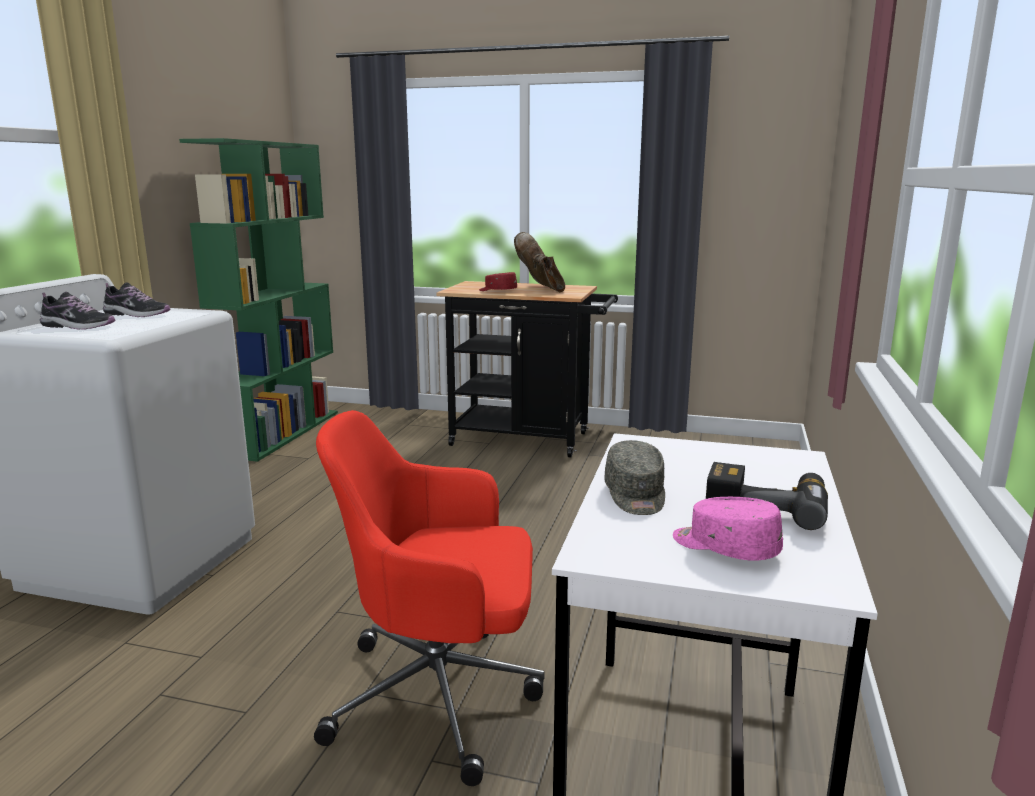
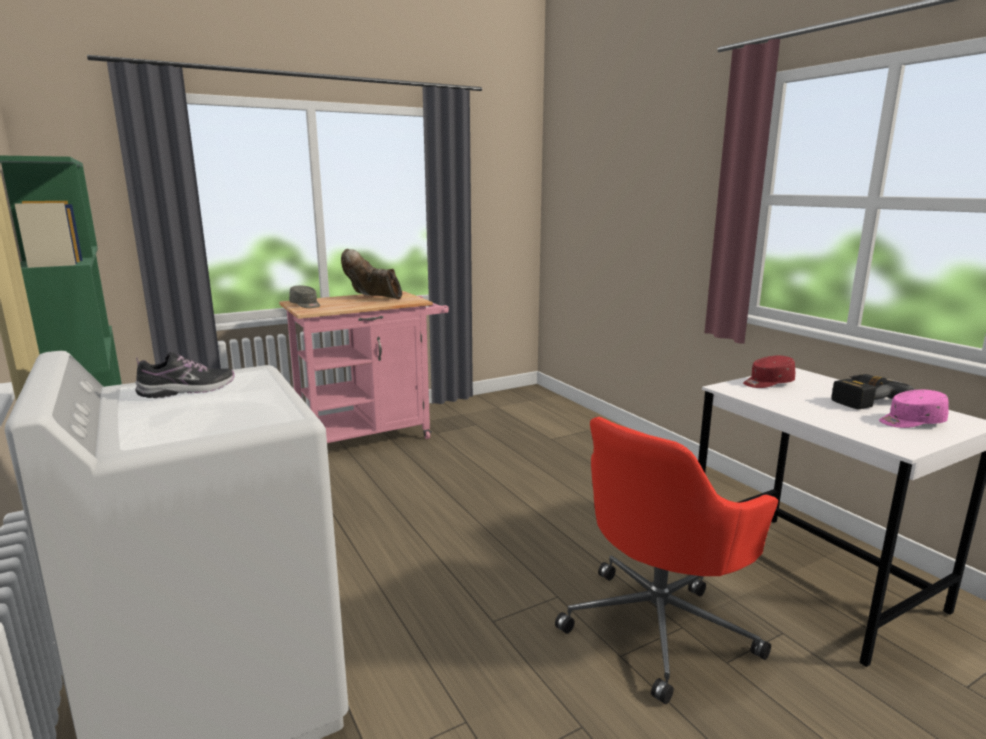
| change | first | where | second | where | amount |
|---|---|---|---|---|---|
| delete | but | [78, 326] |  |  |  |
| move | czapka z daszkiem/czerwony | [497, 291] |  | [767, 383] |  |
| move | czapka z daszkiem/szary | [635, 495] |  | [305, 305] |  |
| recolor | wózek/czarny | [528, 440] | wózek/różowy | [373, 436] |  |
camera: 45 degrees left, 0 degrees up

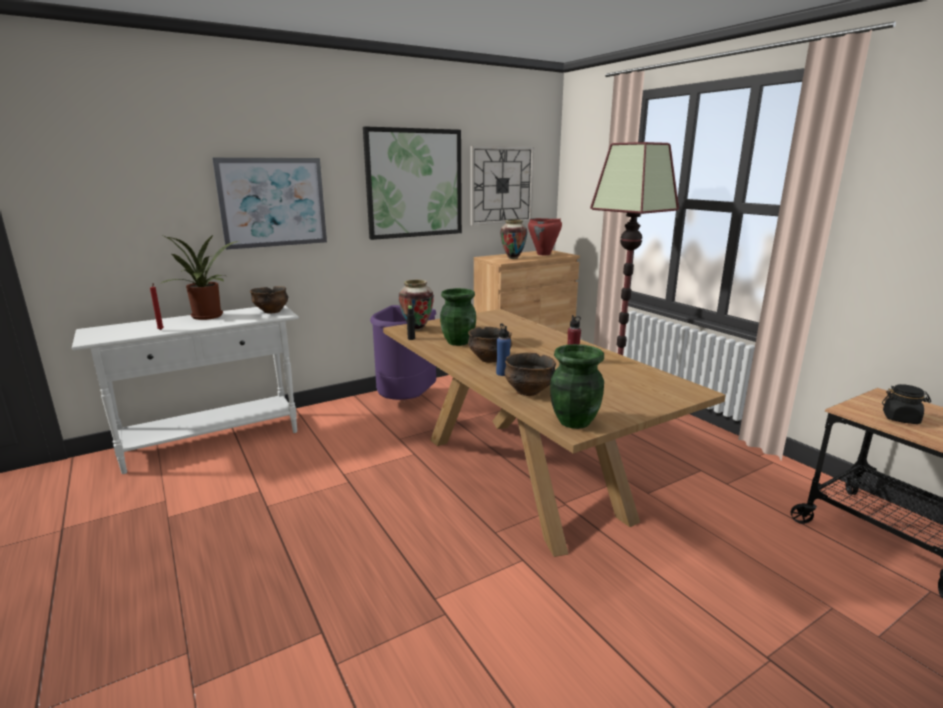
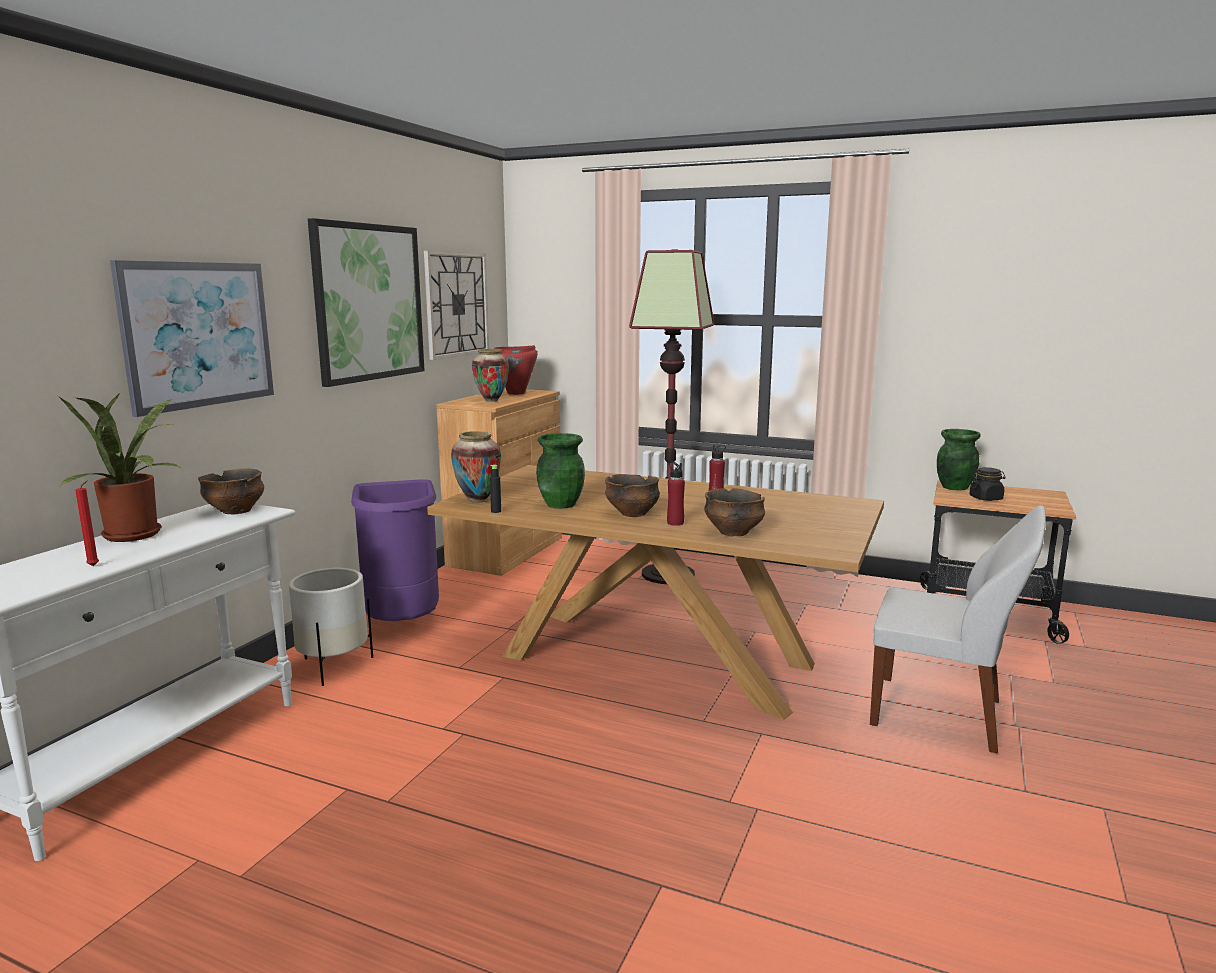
| change | first | where | second | where | amount |
|---|---|---|---|---|---|
| insert |  |  | donica/biały | [334, 667] |  |
| insert |  |  | krzesło/biały | [941, 714] |  |
| move | wazon/zielony | [573, 421] |  | [954, 487] |  |
| recolor | butelka/niebieski | [503, 373] | butelka/czerwony | [675, 523] |  |
camera: 35 degrees left, 5 degrees down

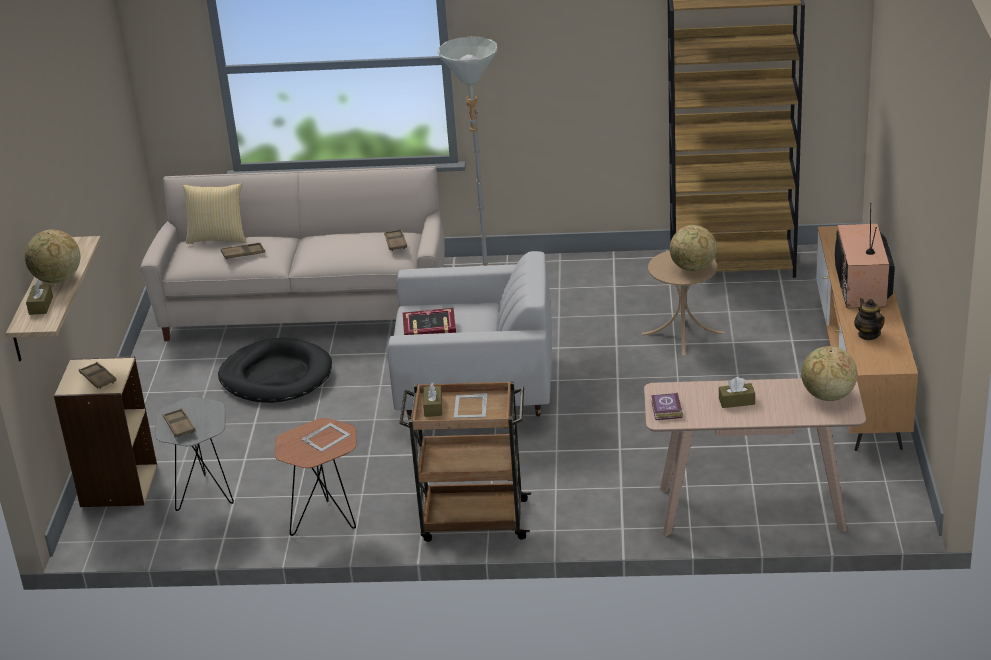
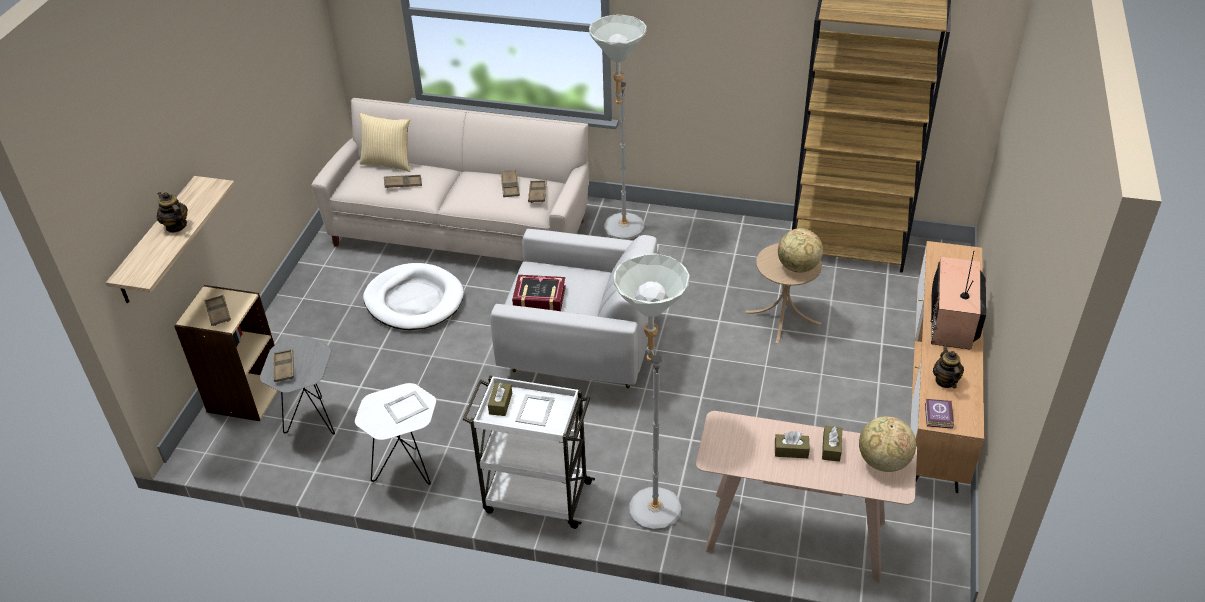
| change | first | where | second | where | amount |
|---|---|---|---|---|---|
| insert |  |  | taca/brązowy | [510, 186] |  |
| insert |  |  | lampa stojąca/szary | [651, 500] |  |
| move | pudełko chusteczek/brązowy | [41, 305] |  | [831, 448] |  |
| move | książka | [666, 410] |  | [938, 416] |  |
| replace | globus | [57, 279] | imbryk | [176, 226] |  |
| recolor | legowisko/czarny | [276, 376] | legowisko/biały | [414, 300] |  |
| recolor | stolik/brązowy | [327, 520] | stolik/biały | [408, 470] |  |
| recolor | wózek/brązowy | [472, 520] | wózek/biały | [535, 497] |  |
camera: 10 degrees right, 10 degrees up

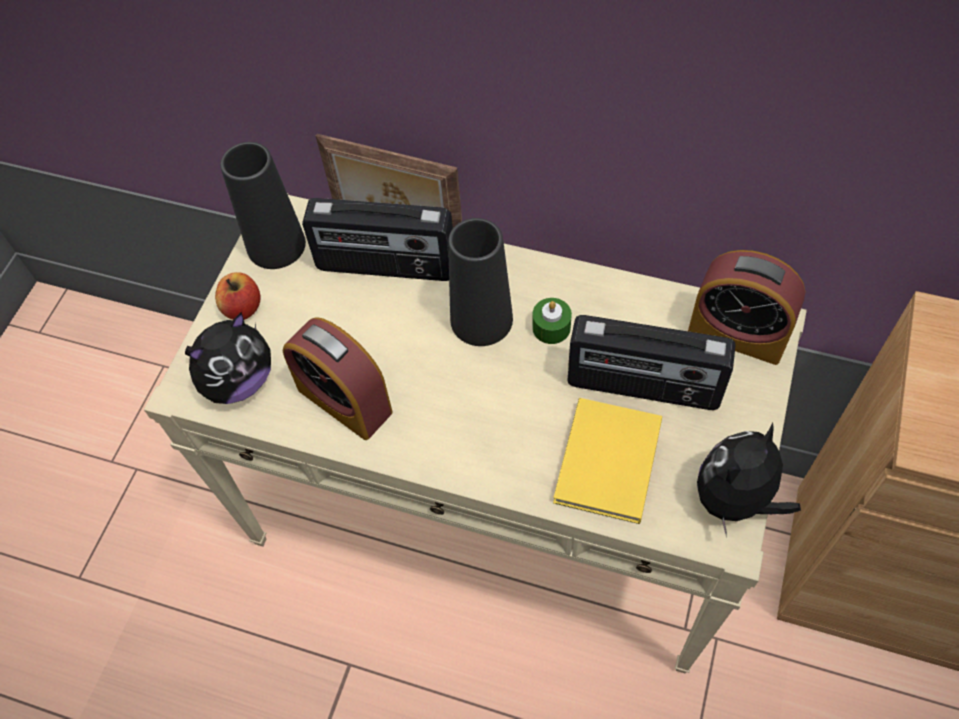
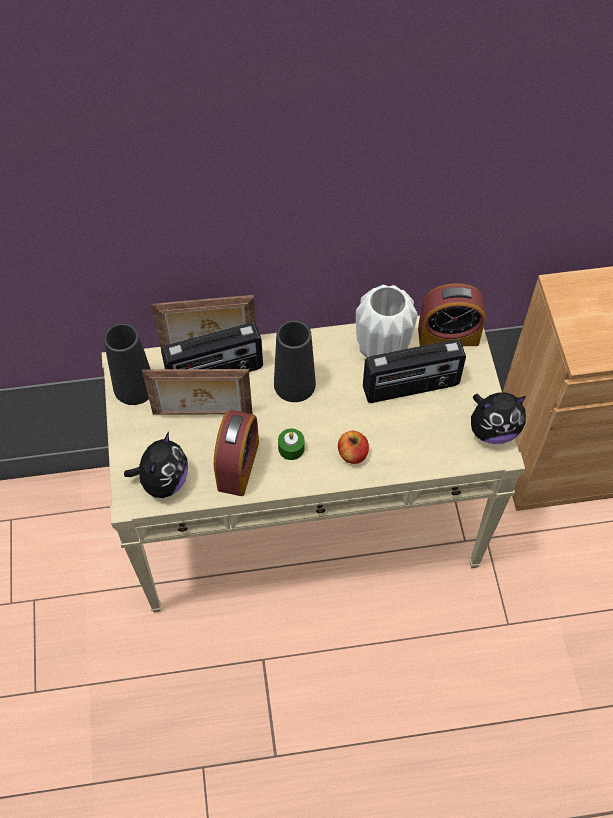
| change | first | where | second | where | amount |
|---|---|---|---|---|---|
| delete | książka/żółty | [605, 464] |  |  |  |
| insert |  |  | ramka na zdjęcie | [202, 415] |  |
| insert |  |  | wazon/biały | [381, 351] |  |
| move | jabłko | [243, 307] |  | [353, 454] |  |
| move | świeca/zielony | [551, 327] |  | [291, 448] |  |
| rotate | budzik | [344, 400] |  | [238, 465] | 90 degrees counterclockwise |
| rotate | pluszak | [735, 500] |  | [492, 430] | 120 degrees counterclockwise |
camera: 30 degrees left, 0 degrees up

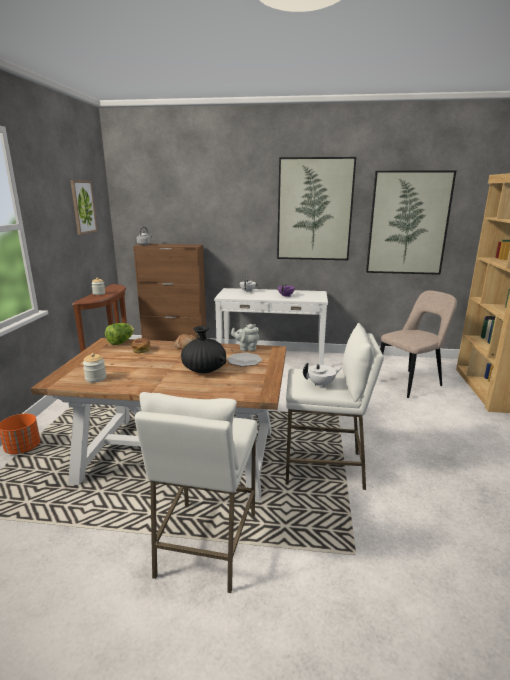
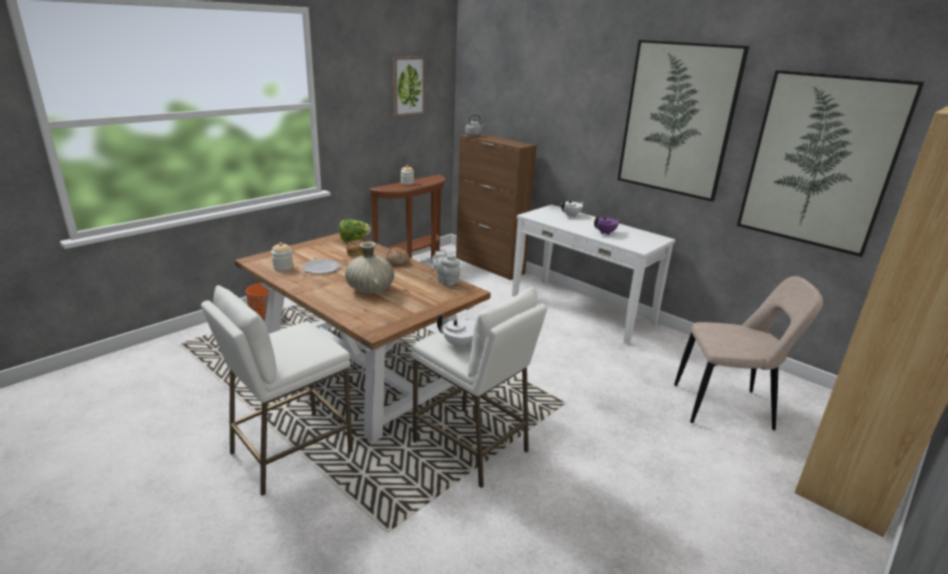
| change | first | where | second | where | amount |
|---|---|---|---|---|---|
| move | talerz | [244, 360] |  | [321, 268] |  |
| recolor | wazon/czarny | [204, 370] | wazon/beżowy | [370, 290] |  |
camera: 35 degrees right, 5 degrees up

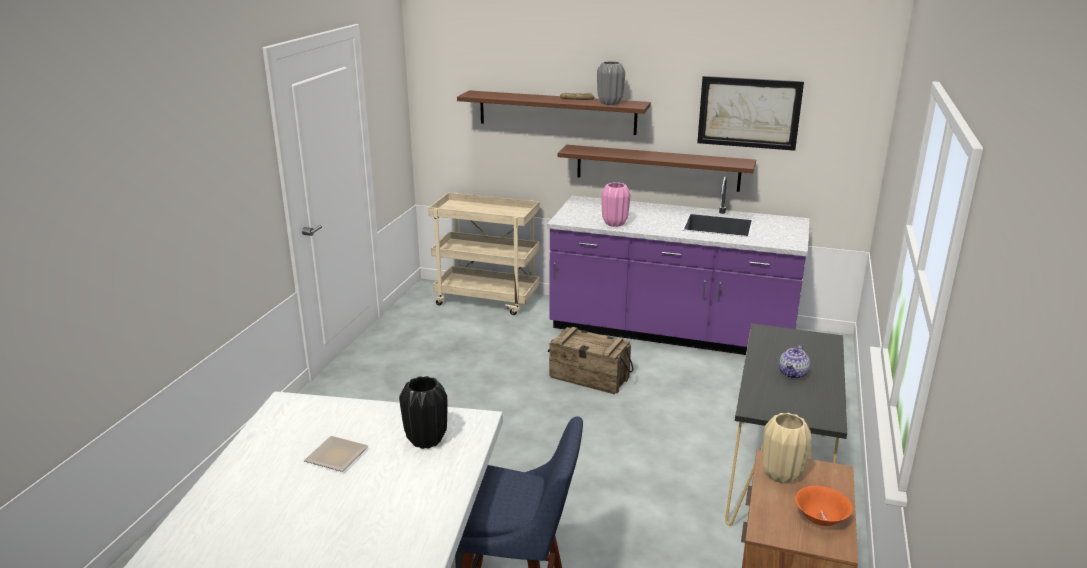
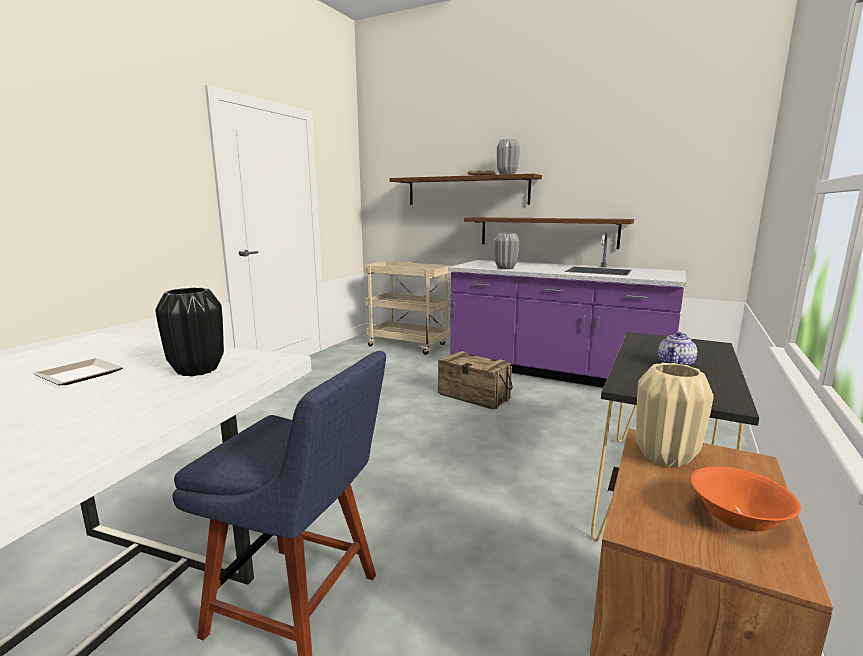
| change | first | where | second | where | amount |
|---|---|---|---|---|---|
| delete | obraz | [749, 112] |  |  |  |
| recolor | wazon/różowy | [614, 223] | wazon/szary | [505, 268] |  |
camera: 10 degrees right, 10 degrees down

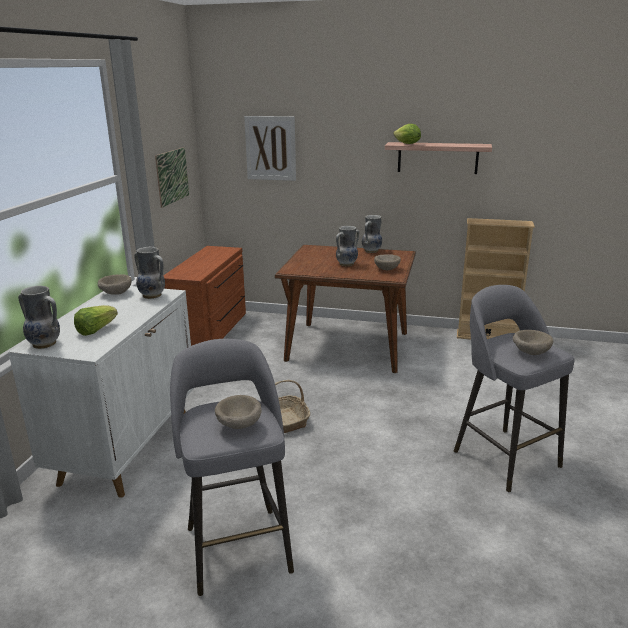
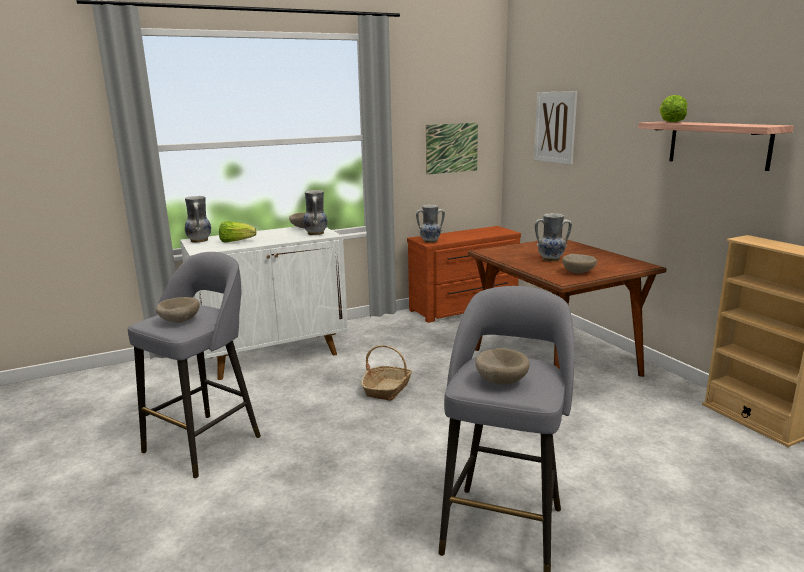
| change | first | where | second | where | amount |
|---|---|---|---|---|---|
| move | wazon | [372, 251] |  | [430, 241] |  |
camera: 50 degrees right, 5 degrees down

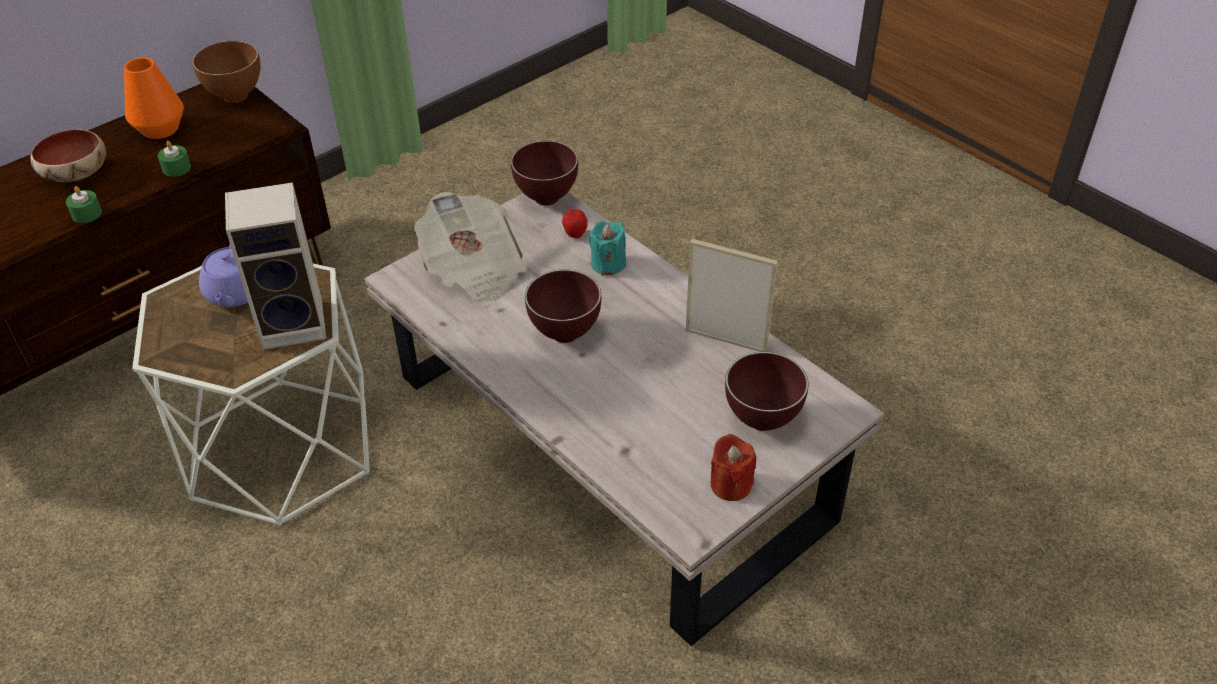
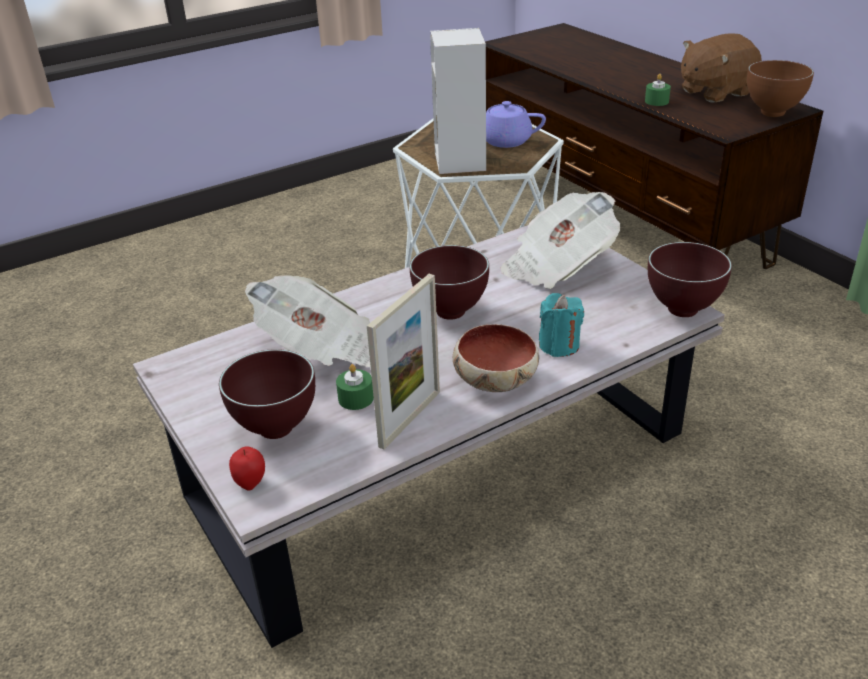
| change | first | where | second | where | amount |
|---|---|---|---|---|---|
| delete | świeca/czerwony | [730, 484] |  |  |  |
| insert |  |  | gazeta | [320, 350] |  |
| move | miska | [75, 175] |  | [494, 379] |  |
| move | świeca/zielony | [87, 214] |  | [356, 398] |  |
| move | jabłko | [575, 235] |  | [251, 483] |  |
| replace | wazon/pomarańczowy | [160, 129] | pluszak/brązowy | [714, 92] |  |
camera: 100 degrees right, 10 degrees down

